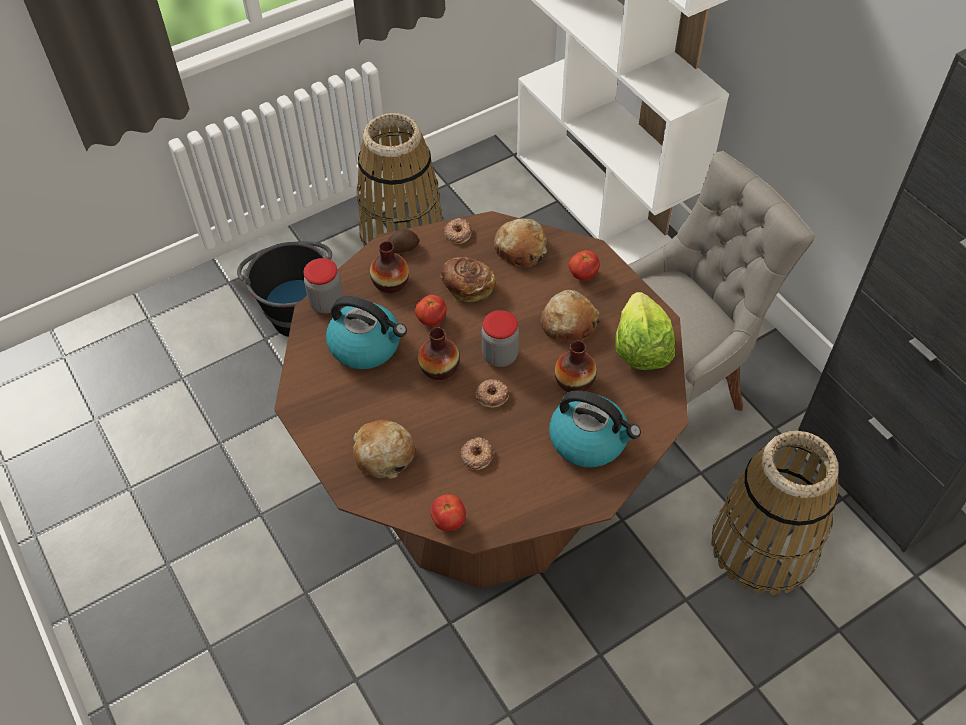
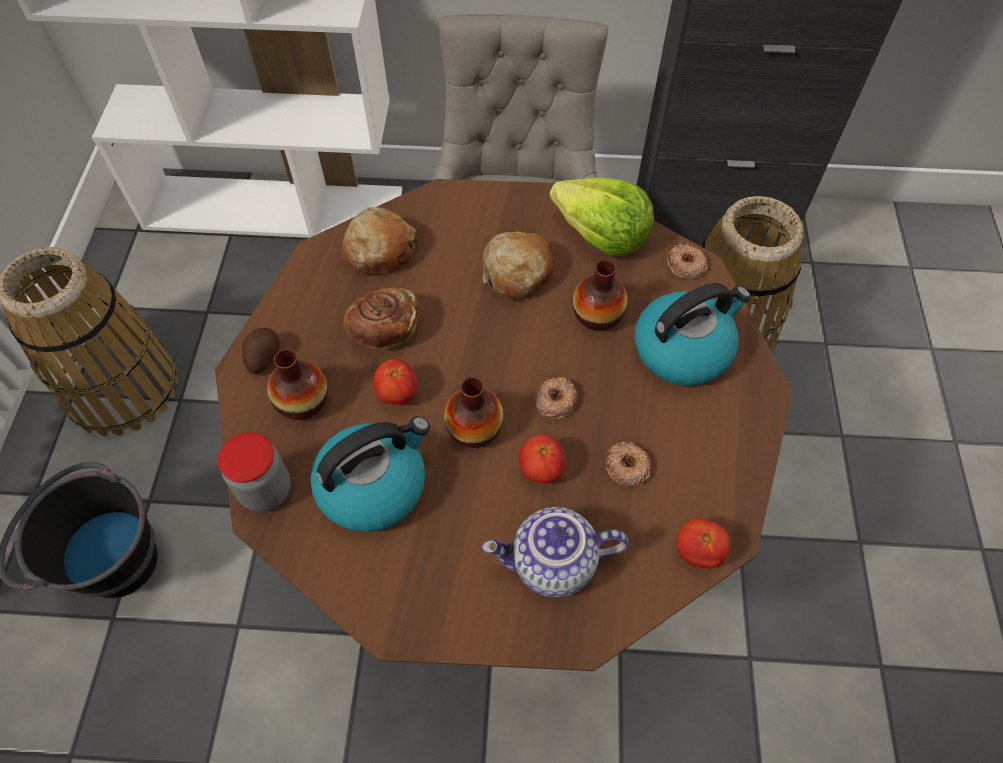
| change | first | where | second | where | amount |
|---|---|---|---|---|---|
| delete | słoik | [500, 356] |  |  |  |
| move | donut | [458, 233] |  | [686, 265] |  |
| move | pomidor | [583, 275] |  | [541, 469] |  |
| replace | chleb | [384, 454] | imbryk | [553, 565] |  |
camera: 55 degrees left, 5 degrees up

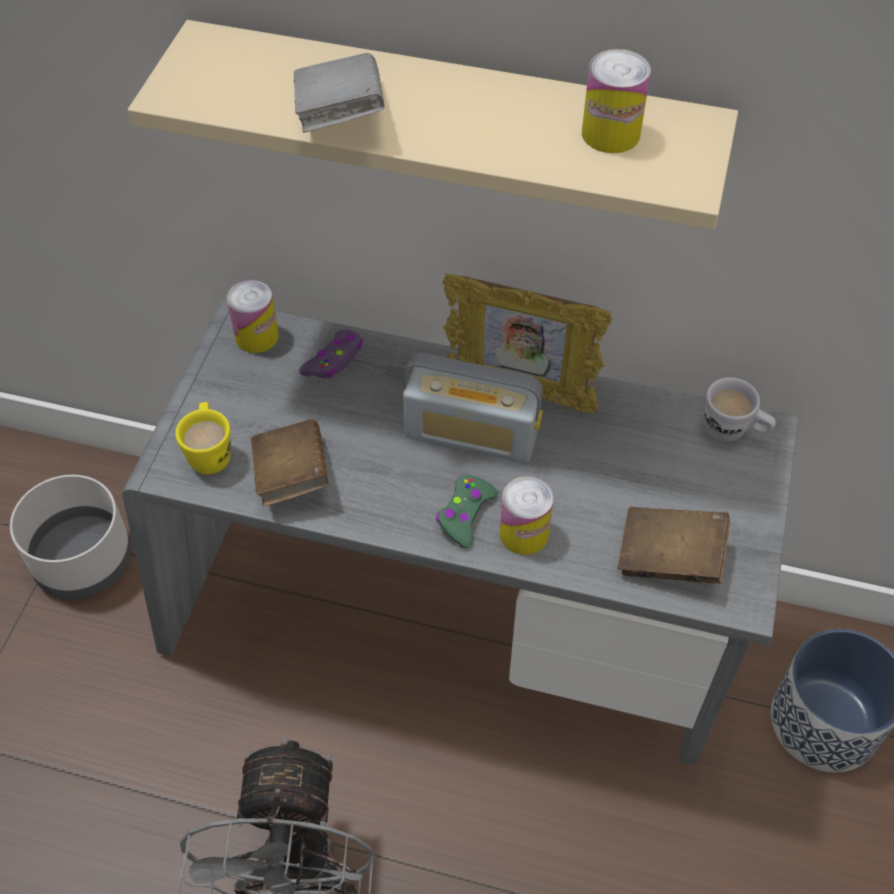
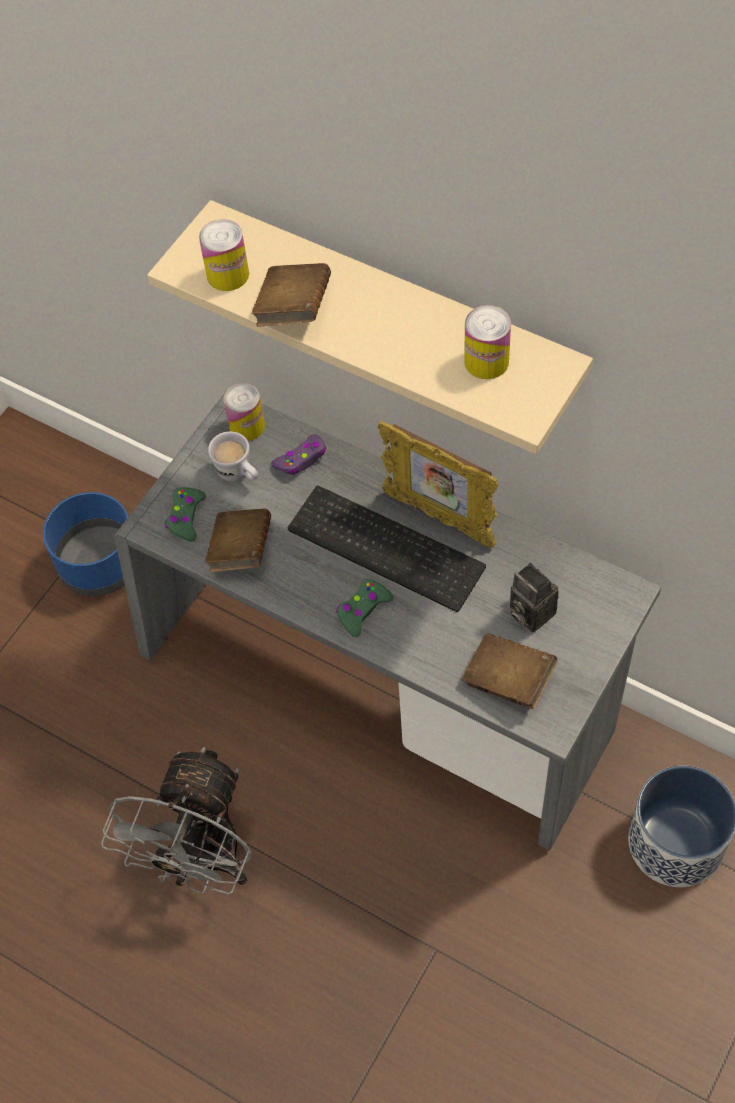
| change | first | where | second | where | amount |
|---|---|---|---|---|---|
| insert |  |  | aparat fotograficzny | [528, 612] |  |
| move | puszka | [524, 533] |  | [228, 274] |  |
| move | kubek/biały | [733, 432] |  | [239, 474] |  |
| replace | kubek/żółty | [210, 452] | pad do gier/zielony | [186, 517] |  |
| replace | radio | [471, 435] | klawiatura | [389, 546] |  |
| recolor | donica/szary | [84, 560] | donica/niebieski | [101, 563] |  |
| recolor | książka/szary | [340, 117] | książka/brązowy | [294, 310] |  |
camera: 20 degrees right, 5 degrees up

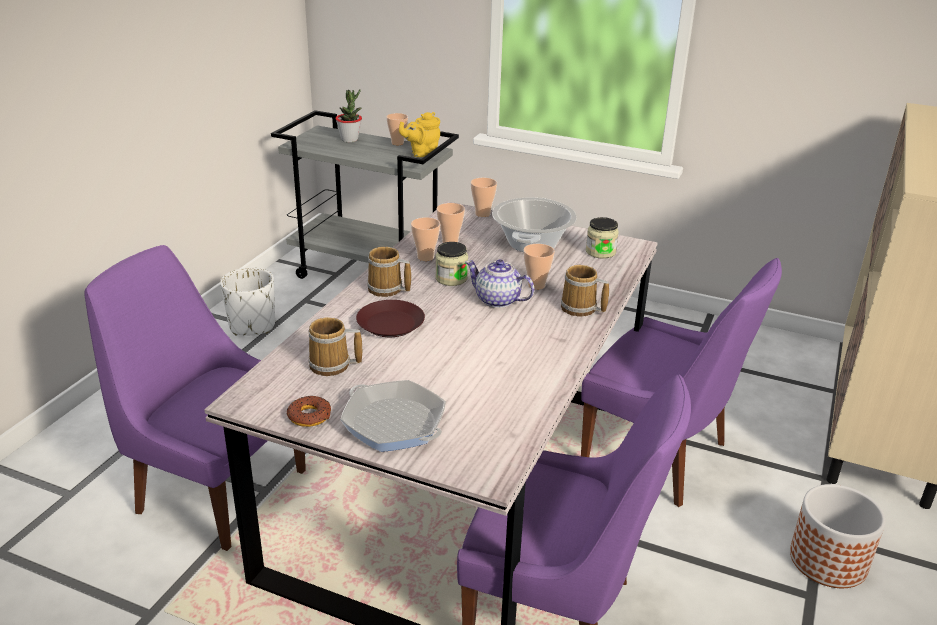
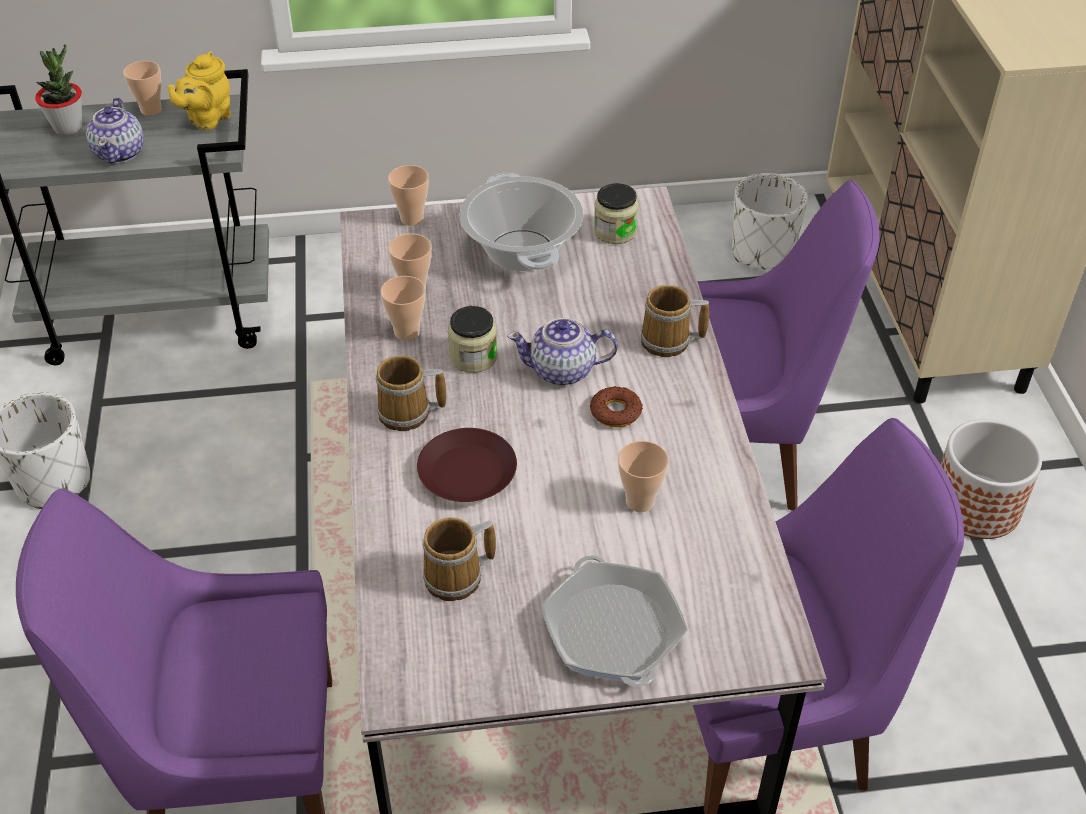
| change | first | where | second | where | amount |
|---|---|---|---|---|---|
| insert |  |  | imbryk | [120, 152] |  |
| insert |  |  | donica/biały | [762, 253] |  |
| move | donut | [309, 416] |  | [616, 412] |  |
| move | filiżanka | [536, 285] |  | [640, 501] |  |
| rotate | patelnia | [394, 423] |  | [613, 630] | 120 degrees counterclockwise |
camera: 30 degrees left, 15 degrees up

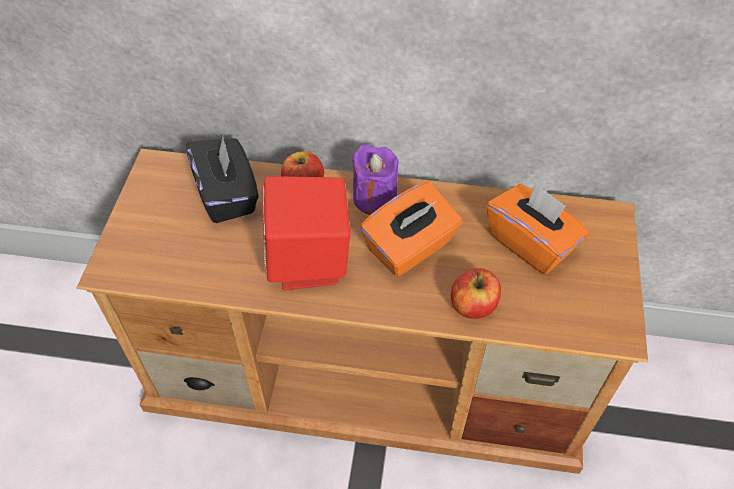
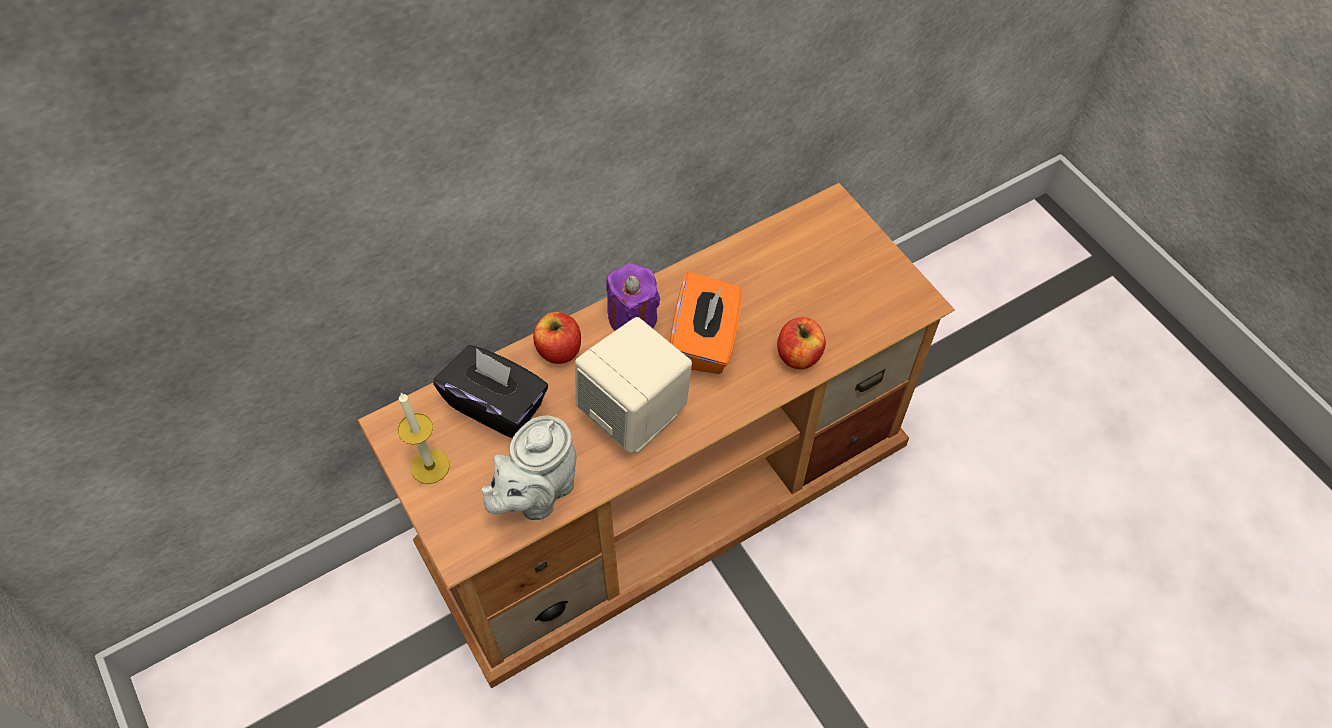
| change | first | where | second | where | amount |
|---|---|---|---|---|---|
| delete | pudełko chusteczek/pomarańczowy | [531, 243] |  |  |  |
| insert |  |  | świeca | [430, 466] |  |
| insert |  |  | imbryk/szary | [537, 493] |  |
| recolor | głośnik/czerwony | [309, 263] | głośnik/beżowy | [635, 414] |  |
camera: 40 degrees left, 5 degrees up

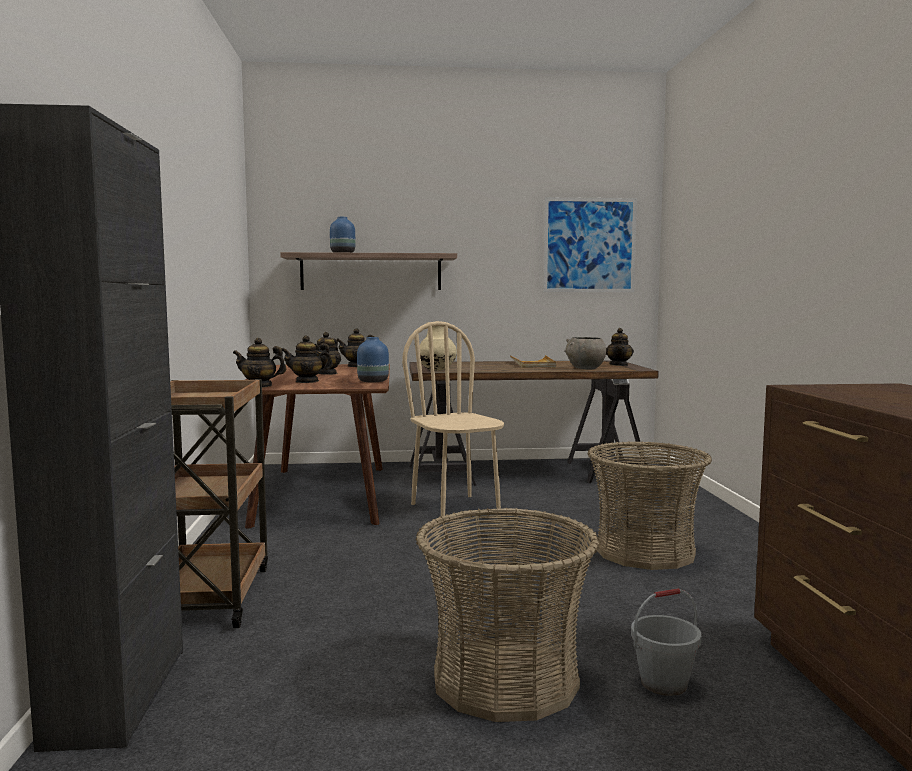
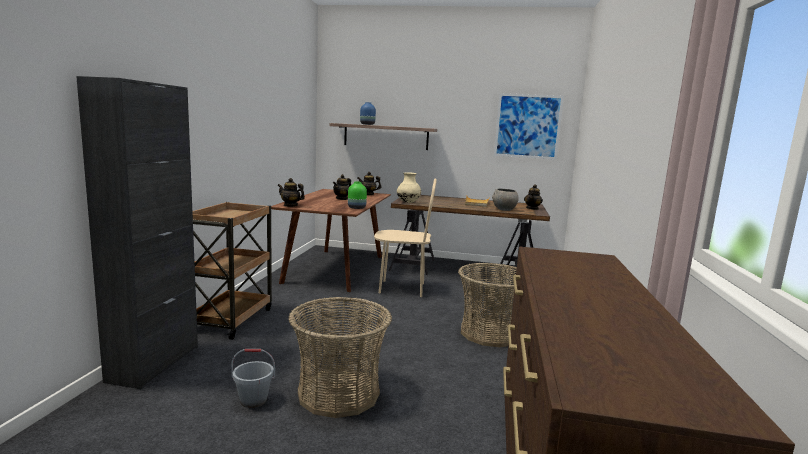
| change | first | where | second | where | amount |
|---|---|---|---|---|---|
| delete | imbryk | [307, 381] |  |  |  |
| move | wiadro/szary | [663, 683] |  | [254, 400] |  |
| recolor | wazon/niebieski | [372, 381] | wazon/zielony | [356, 208] |  |
| rotate | krzesło/beżowy | [456, 508] |  | [402, 288] | 105 degrees clockwise |
camera: 15 degrees right, 5 degrees up

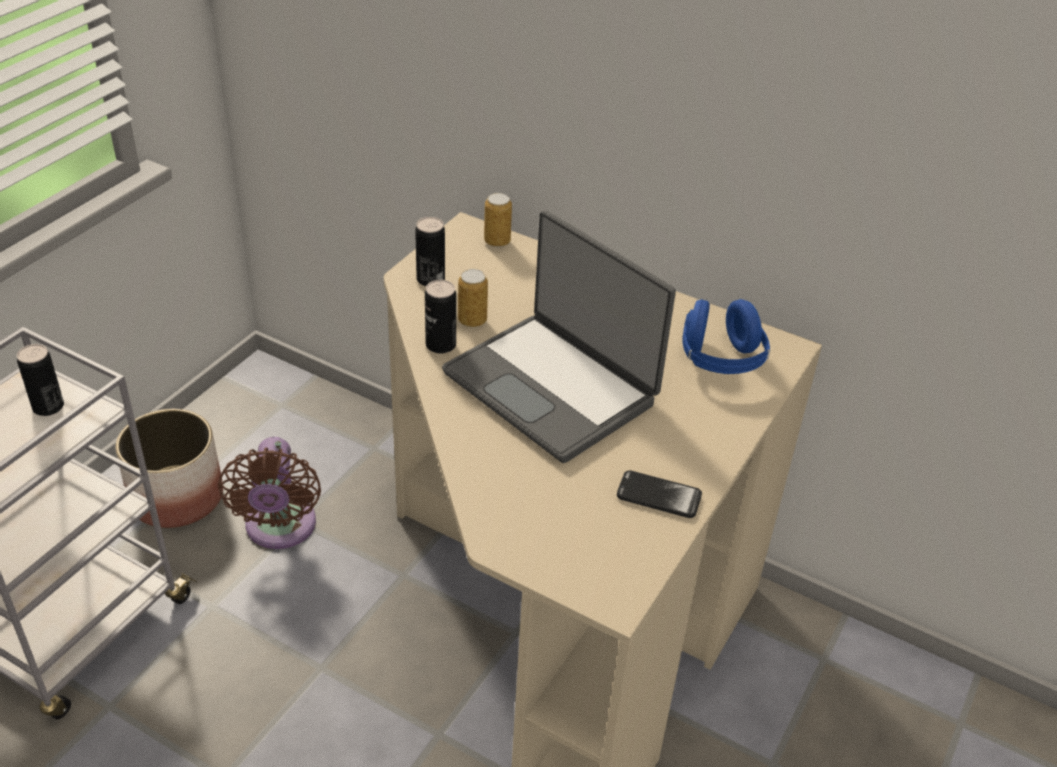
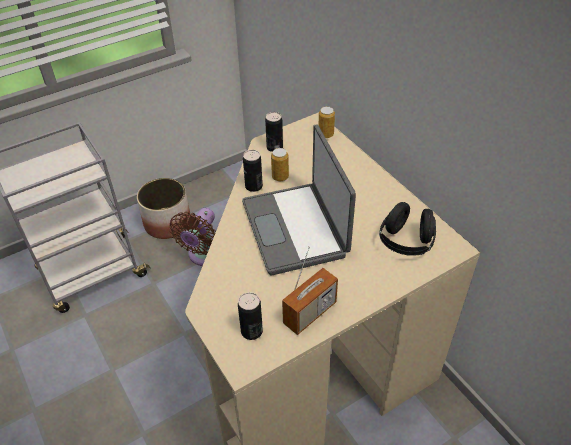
| change | first | where | second | where | amount |
|---|---|---|---|---|---|
| move | puszka | [48, 407] |  | [251, 331] |  |
| replace | telefon | [659, 496] | radio | [310, 313] |  |
| recolor | słuchawki/niebieski | [720, 360] | słuchawki/czarny | [406, 242] |  |
camera: 30 degrees right, 5 degrees up

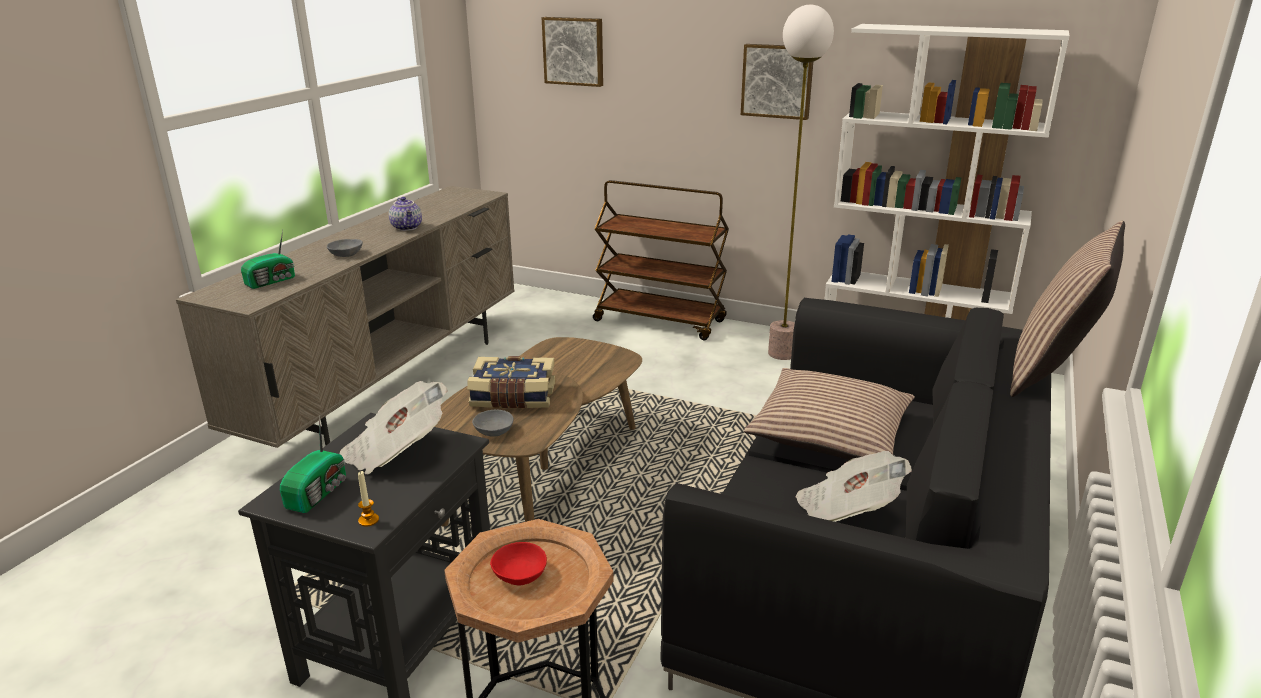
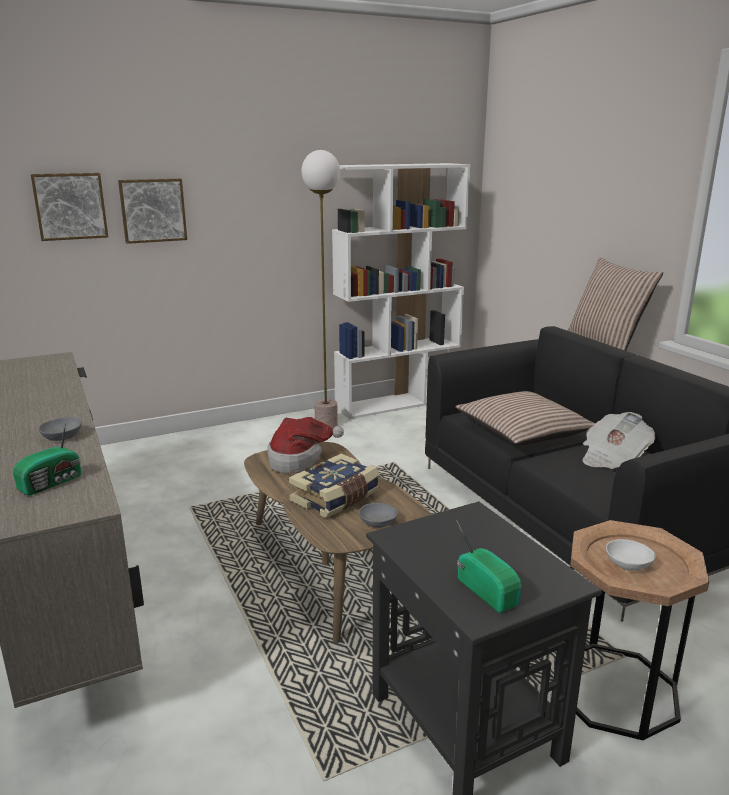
| change | first | where | second | where | amount |
|---|---|---|---|---|---|
| delete | gazeta | [396, 451] |  |  |  |
| delete | świeca | [368, 520] |  |  |  |
| delete | imbryk | [407, 227] |  |  |  |
| delete | wózek/brązowy | [660, 321] |  |  |  |
| insert |  |  | kapelusz | [298, 459] |  |
| move | obraz | [777, 81] |  | [153, 210] |  |
| recolor | miska/czerwony | [521, 574] | miska/biały | [629, 563] |  |
| rotate | radio | [272, 281] |  | [53, 482] | 45 degrees clockwise |
camera: 50 degrees left, 5 degrees down

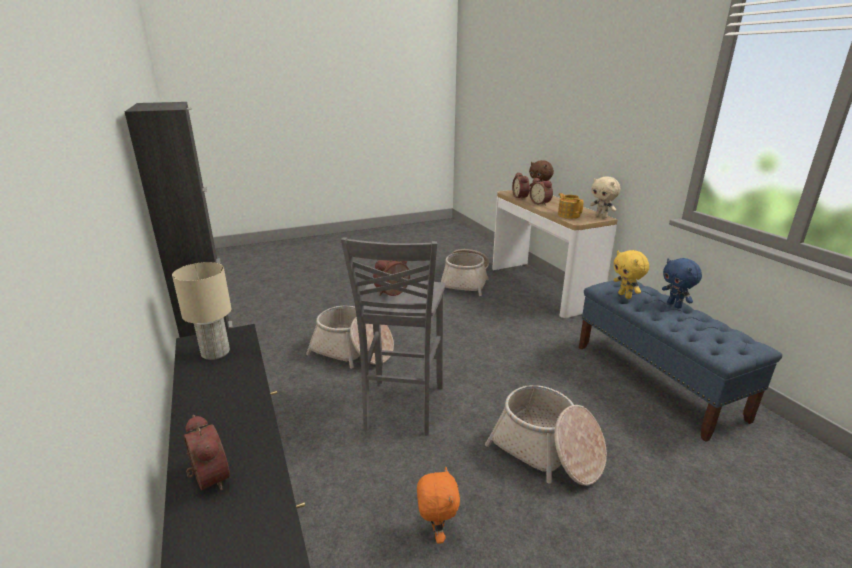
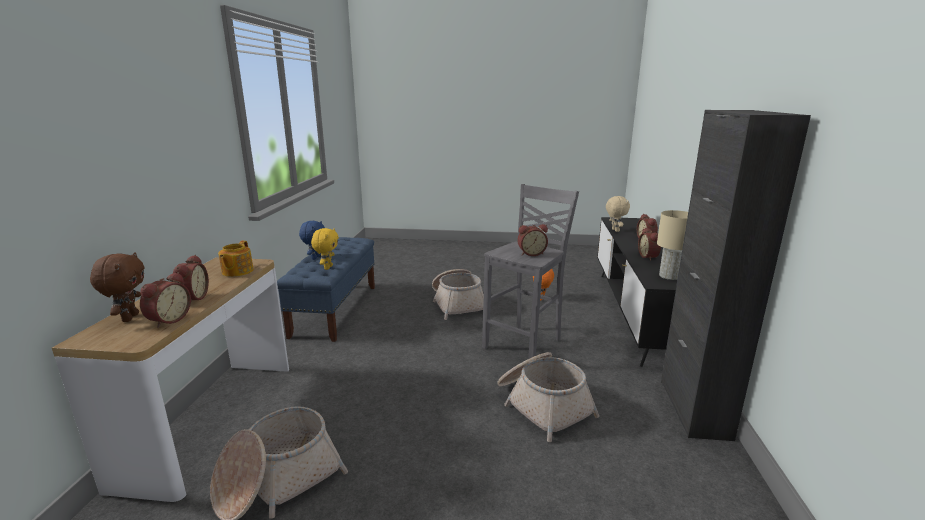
| change | first | where | second | where | amount |
|---|---|---|---|---|---|
| insert |  |  | budzik | [649, 257] |  |
| move | pluszak/beżowy | [601, 216] |  | [614, 230] |  |
camera: 150 degrees left, 5 degrees down

